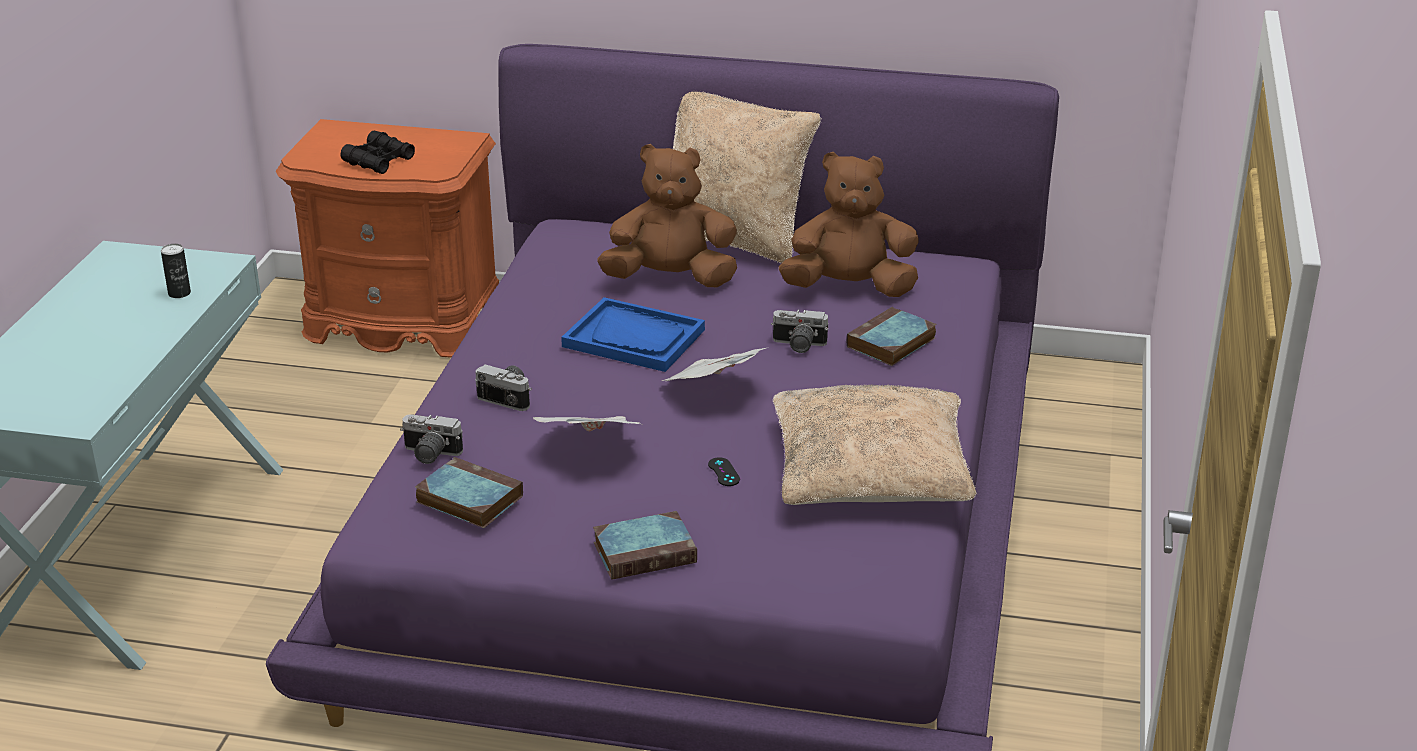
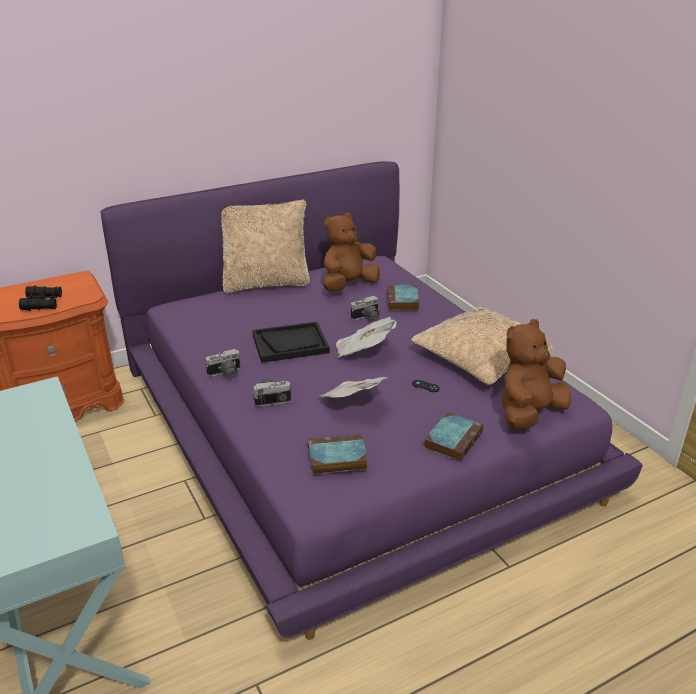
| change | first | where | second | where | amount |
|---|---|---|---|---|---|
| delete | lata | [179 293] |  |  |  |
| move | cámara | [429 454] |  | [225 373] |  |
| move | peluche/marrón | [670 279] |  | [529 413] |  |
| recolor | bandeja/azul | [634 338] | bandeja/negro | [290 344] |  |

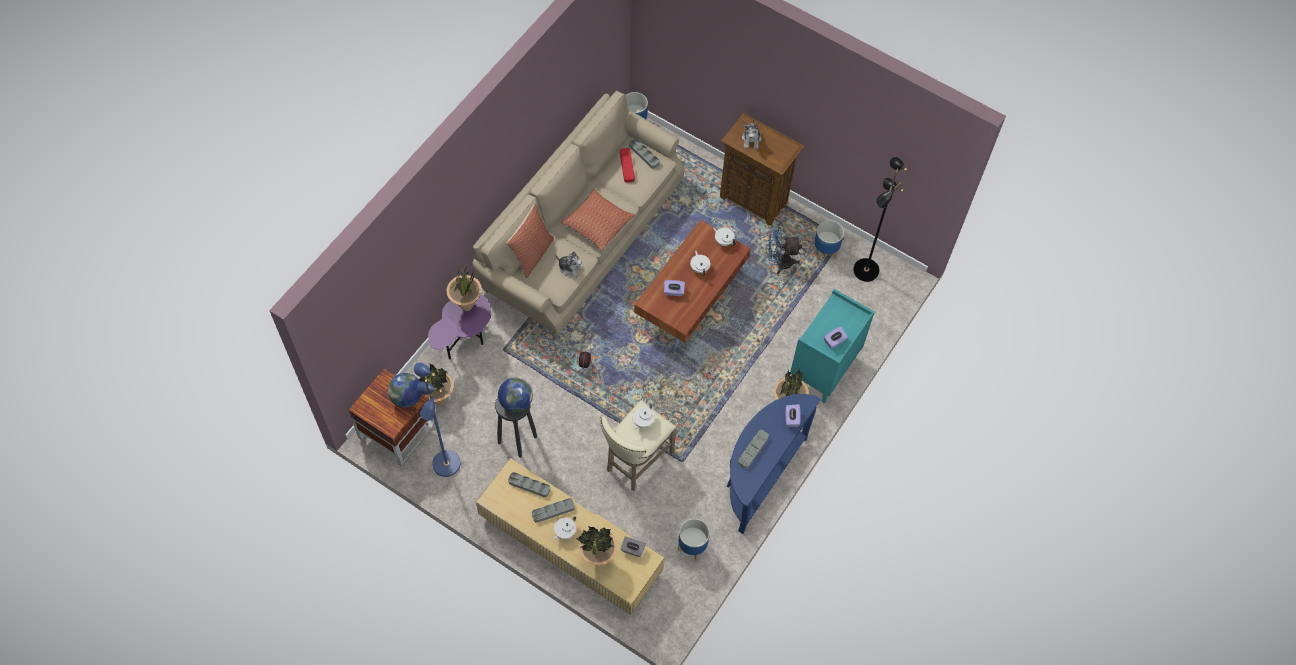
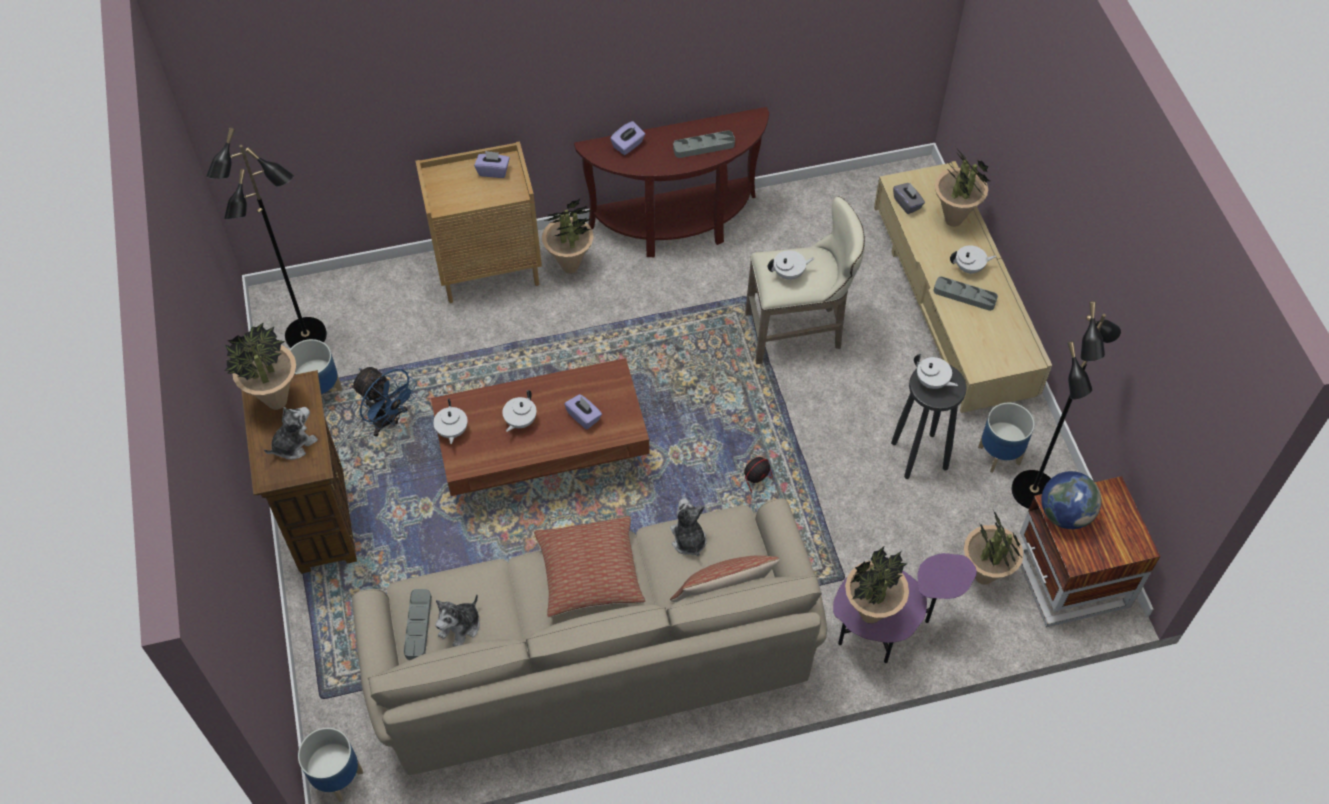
| change | first | where | second | where | amount |
|---|---|---|---|---|---|
| delete | bandeja/gris | [529 485] |  |  |  |
| insert |  |  | planta en maceta | [276 402] |  |
| move | maceta | [692 547] |  | [1000 455] |  |
| replace | globo terráqueo | [516 402] | tetera/blanco | [932 382] |  |
| replace | bandeja/rojo | [627 166] | peluche | [461 627] |  |
| recolor | lámpara de pie/azul | [445 464] | lámpara de pie/negro | [1034 492] |  |
| recolor | mesa consola/azul | [760 476] | mesa consola/marrón | [677 227] |  |
| recolor | armario/turquesa | [823 371] | armario/marrón | [490 272] |  |

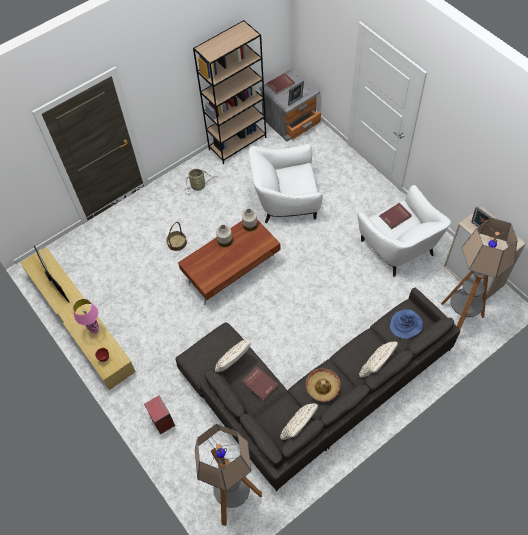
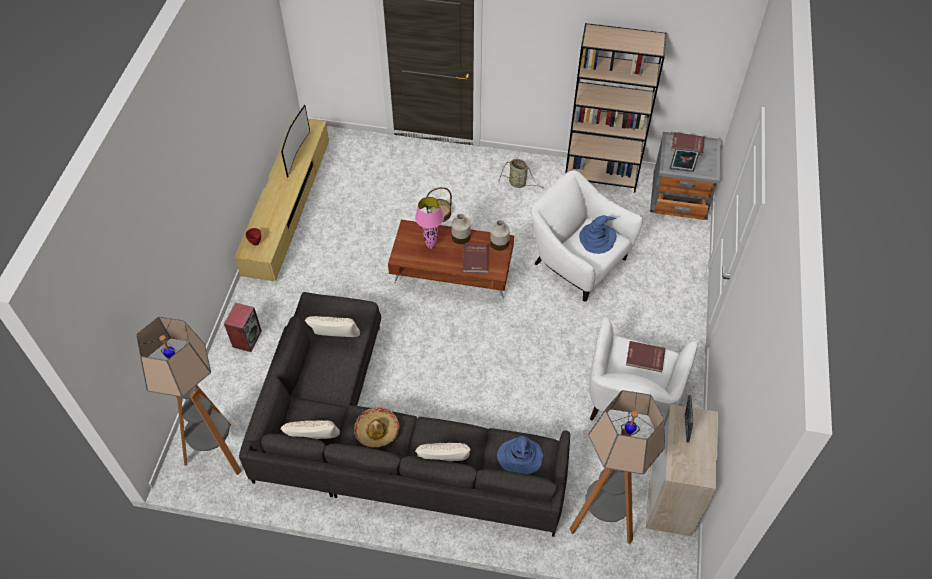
| change | first | where | second | where | amount |
|---|---|---|---|---|---|
| insert |  |  | sombrero/azul | [597 238] |  |
| move | lámpara de mesa/rosa | [95 331] |  | [430 245] |  |
| move | libro/rojo | [260 383] |  | [476 259] |  |

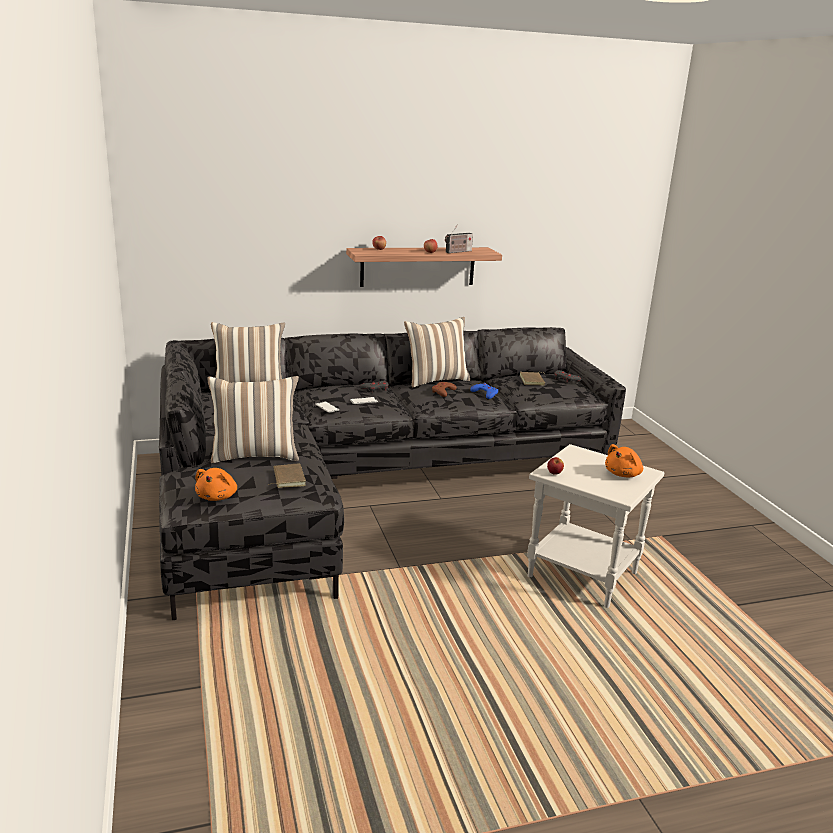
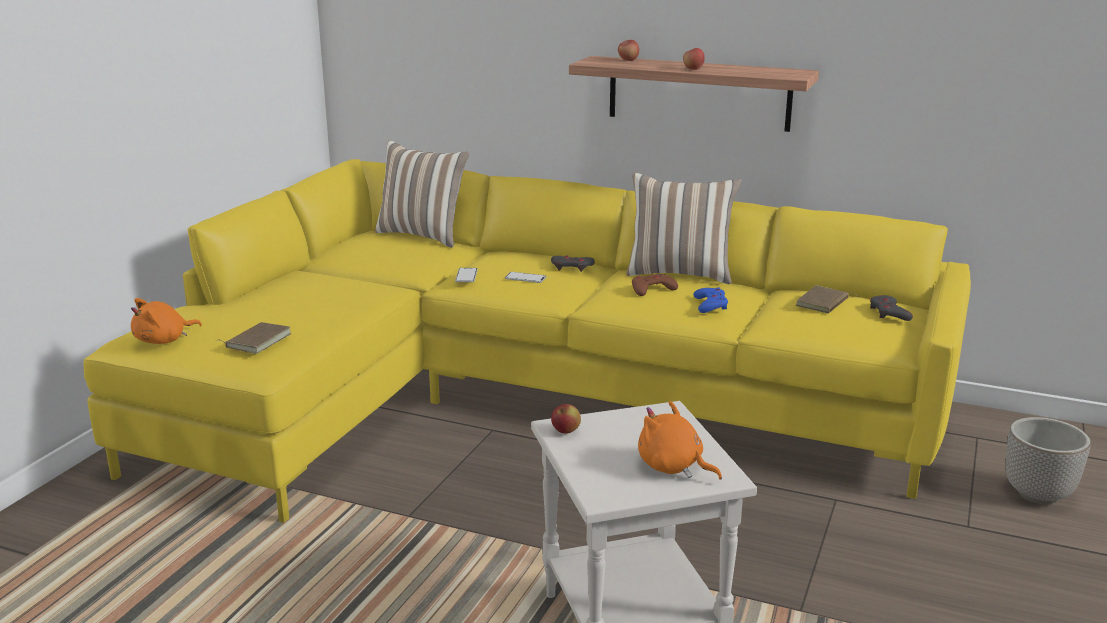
| change | first | where | second | where | amount |
|---|---|---|---|---|---|
| delete | cojín | [255 455] |  |  |  |
| delete | radio | [457 252] |  |  |  |
| insert |  |  | maceta | [1039 495] |  |
| recolor | sofá/gris | [362 484] | sofá/amarillo | [523 402] |  |
| rotate | peluche/naranja | [623 474] |  | [673 467] | 45 degrees clockwise |

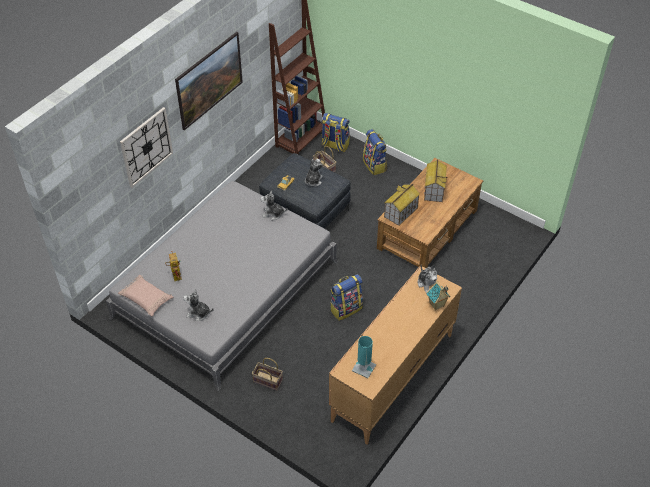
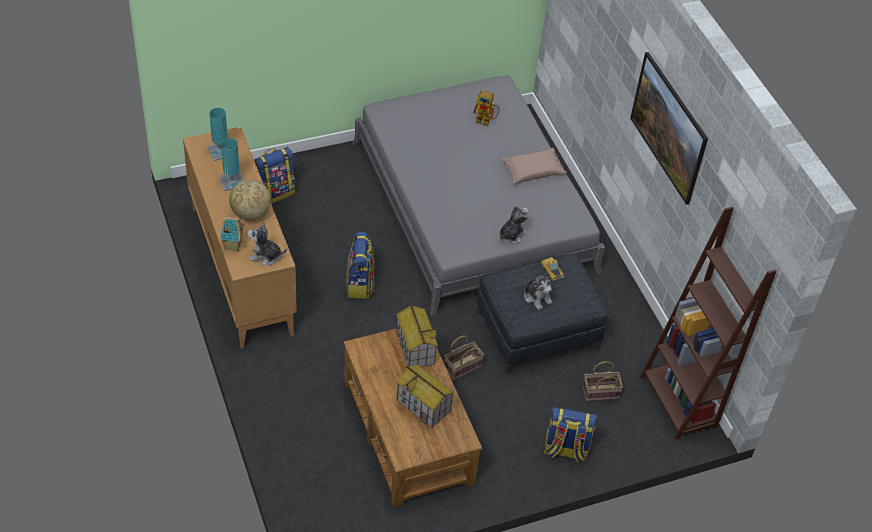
| change | first | where | second | where | amount |
|---|---|---|---|---|---|
| delete | reloj de pared | [146 147] |  |  |  |
| delete | peluche | [198 313] |  |  |  |
| insert |  |  | lámpara de mesa/turquesa | [232 182] |  |
| insert |  |  | globo terráqueo | [250 213] |  |
| move | cojín/beis | [146 297] |  | [533 169] |  |
| move | cesta | [267 381] |  | [463 366] |  |
| move | mochila | [335 145] |  | [274 192] |  |

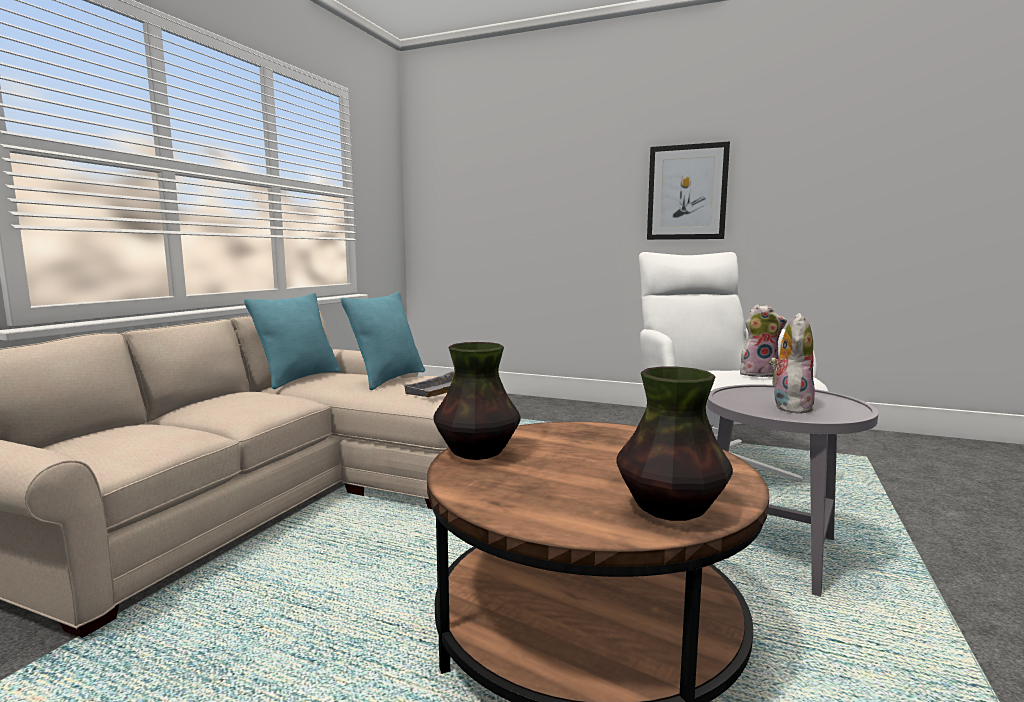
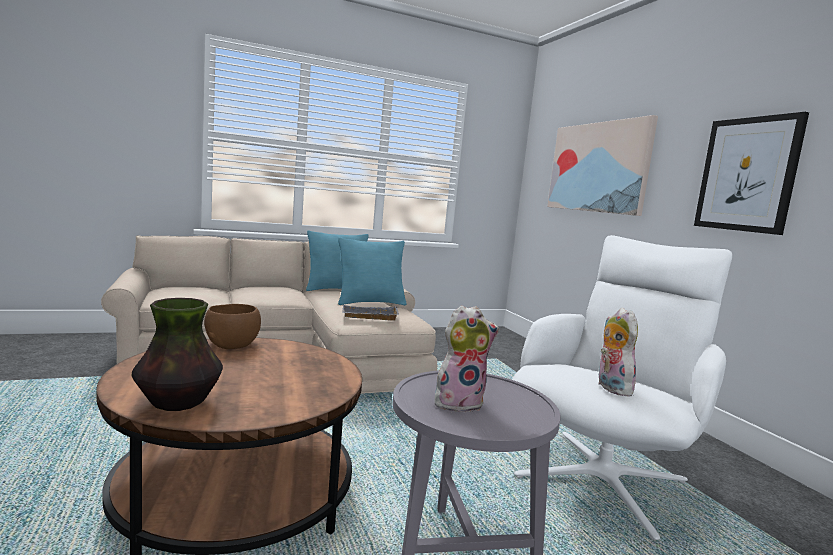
| change | first | where | second | where | amount |
|---|---|---|---|---|---|
| insert |  |  | cuadro | [598 167] |  |
| replace | florero | [476 453] | cuenco/marrón | [231 344] |  |
| rotate | peluche | [758 374] |  | [610 387] | 150 degrees counterclockwise |

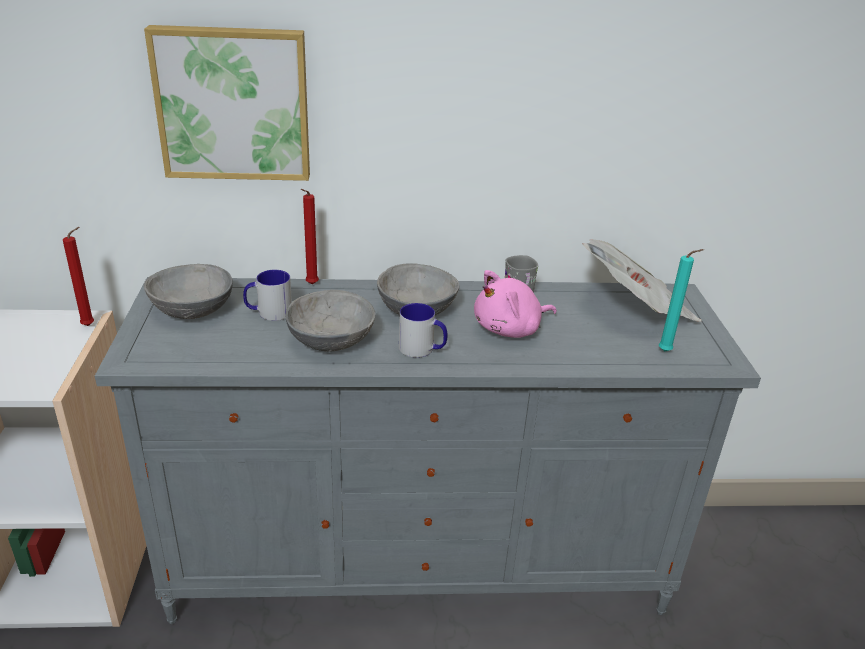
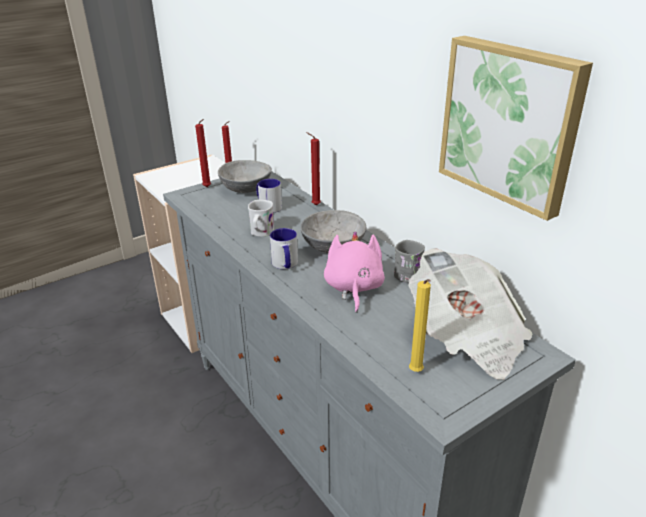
| change | first | where | second | where | amount |
|---|---|---|---|---|---|
| insert |  |  | vela/rojo | [208 187] |  |
| move | cuadro | [233 103] |  | [510 123] |  |
| replace | cuenco/gris | [330 339] | taza grande/blanco | [261 233] |  |
| recolor | vela/turquesa | [667 352] | vela/amarillo | [416 373] |  |
| rotate | peluche/rosa | [510 329] |  | [353 288] | 60 degrees clockwise |

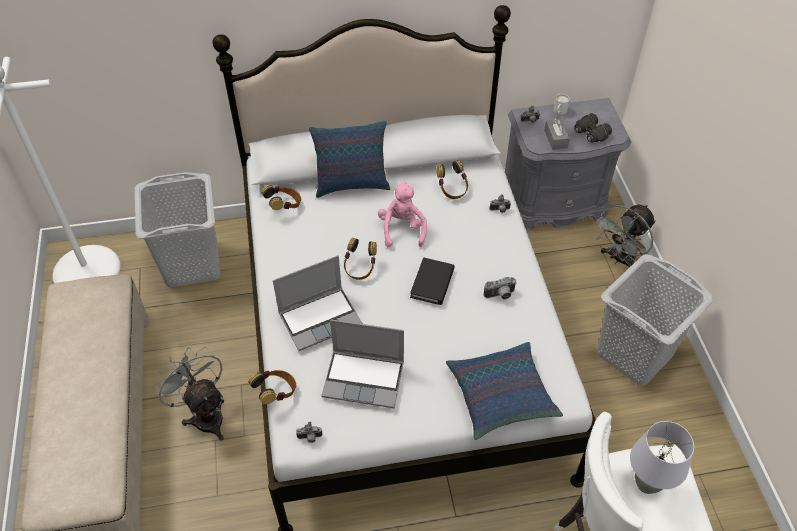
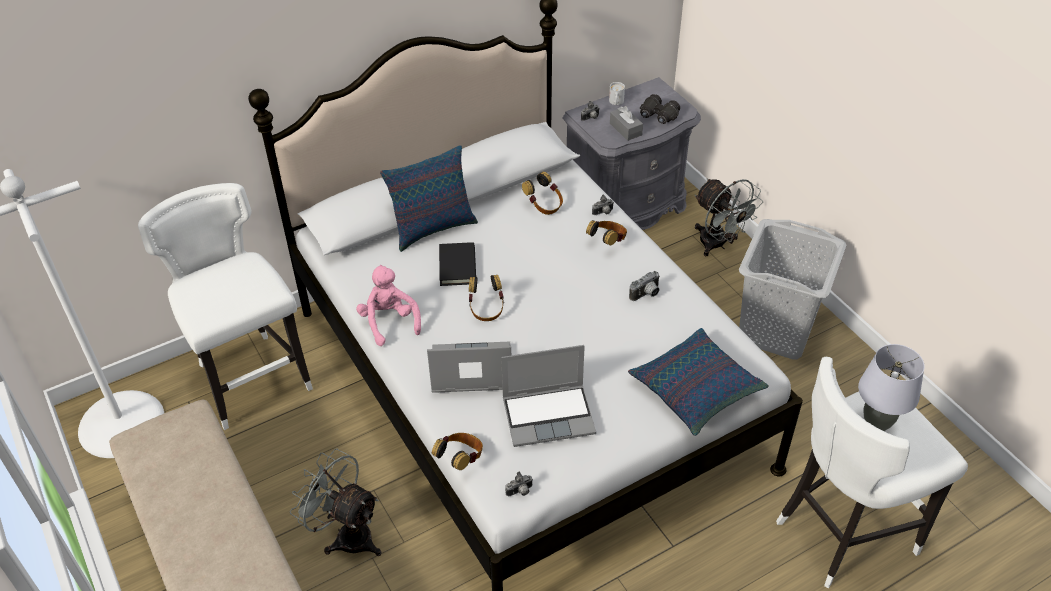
| change | first | where | second | where | amount |
|---|---|---|---|---|---|
| move | auriculares | [284 206] |  | [607 241] |  |
| move | peluche/rosa | [402 229] |  | [389 321] |  |
| move | libro/negro | [432 283] |  | [457 266] |  |
| replace | cesto de la ropa/gris | [192 264] | taburete/blanco | [251 379] |  |
| rotate | portátil | [320 318] |  | [470 370] | 135 degrees counterclockwise |
| rotate | ventilador/gris | [619 259] |  | [718 244] | 60 degrees counterclockwise |

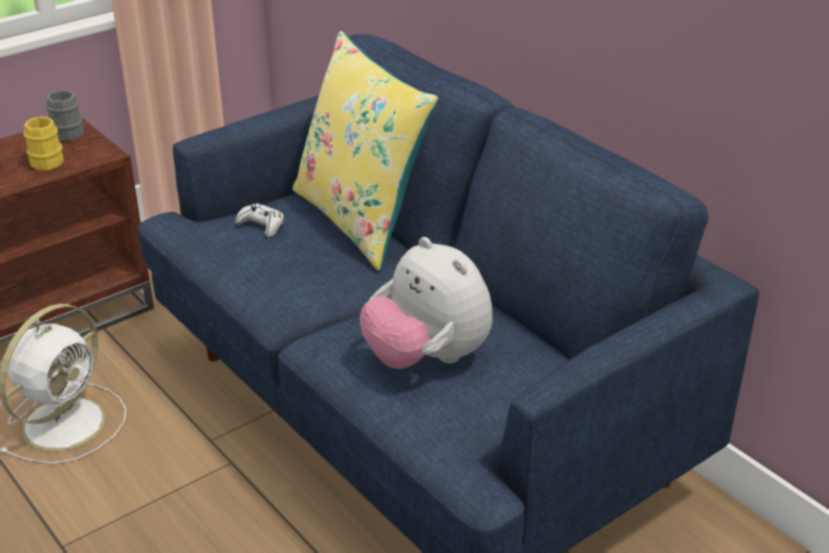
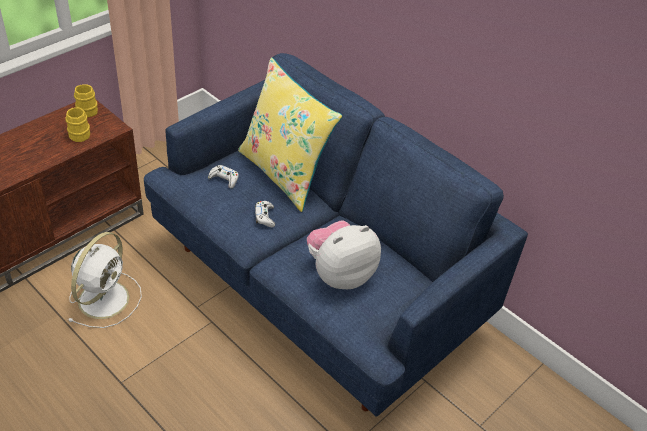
| change | first | where | second | where | amount |
|---|---|---|---|---|---|
| insert |  |  | mando de consola/blanco | [264 217] |  |
| recolor | taza grande/gris | [65 132] | taza grande/amarillo | [85 110] |  |
| rotate | peluche | [426 358] |  | [339 274] | 105 degrees clockwise |

